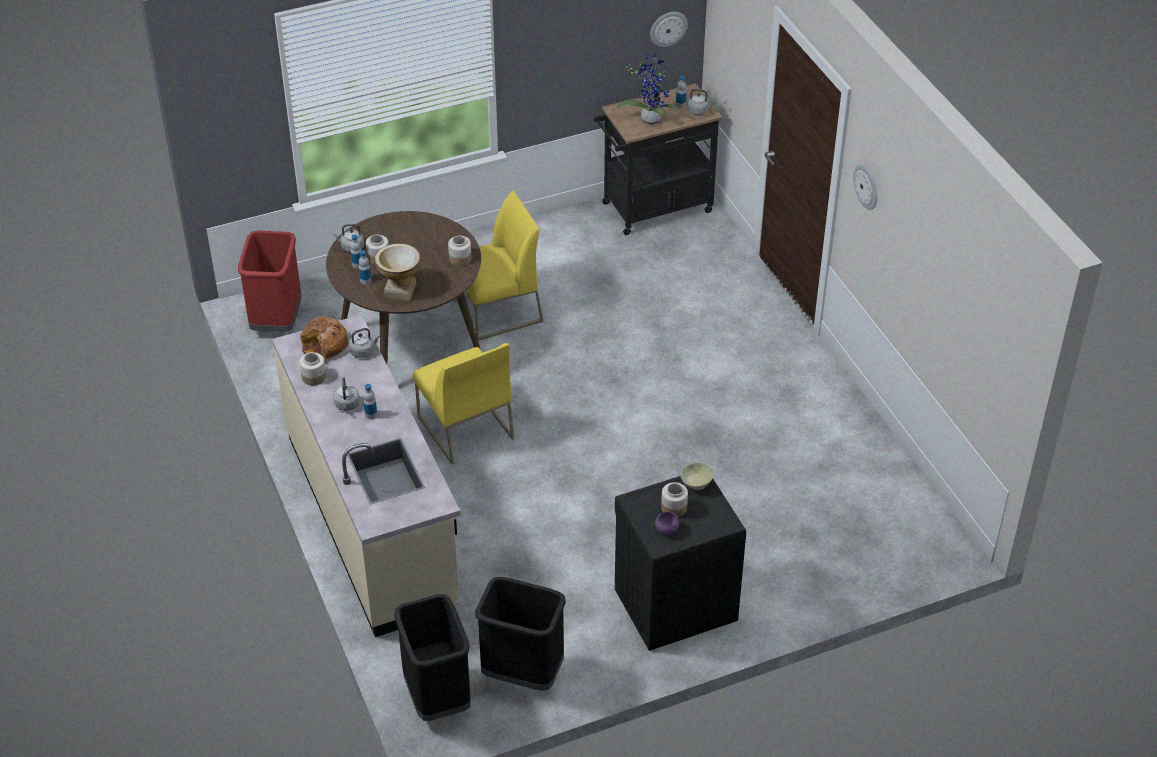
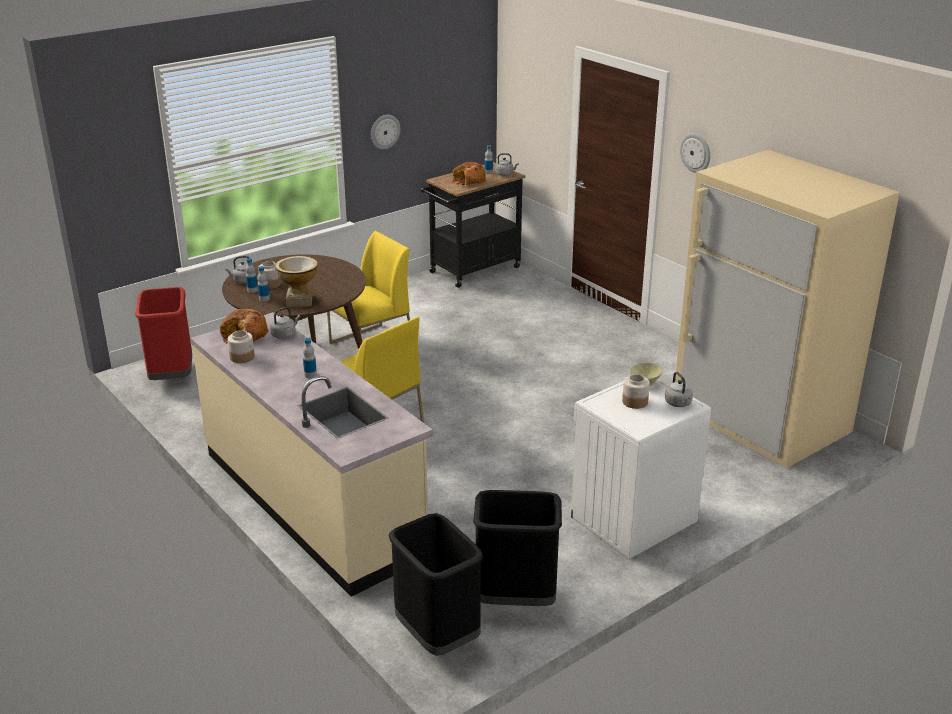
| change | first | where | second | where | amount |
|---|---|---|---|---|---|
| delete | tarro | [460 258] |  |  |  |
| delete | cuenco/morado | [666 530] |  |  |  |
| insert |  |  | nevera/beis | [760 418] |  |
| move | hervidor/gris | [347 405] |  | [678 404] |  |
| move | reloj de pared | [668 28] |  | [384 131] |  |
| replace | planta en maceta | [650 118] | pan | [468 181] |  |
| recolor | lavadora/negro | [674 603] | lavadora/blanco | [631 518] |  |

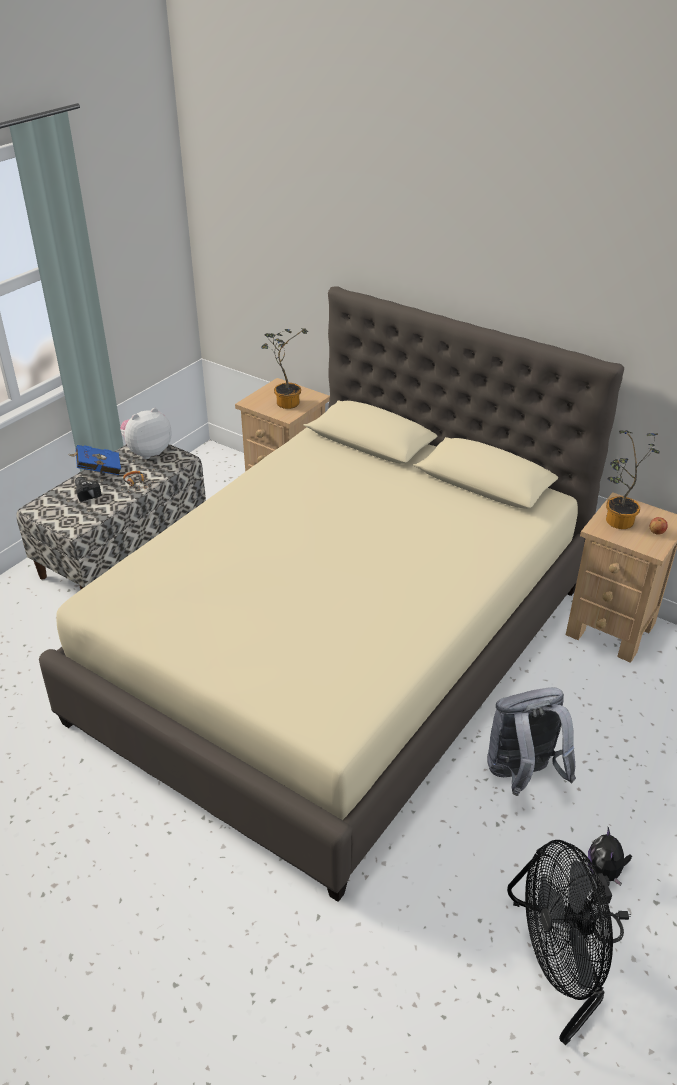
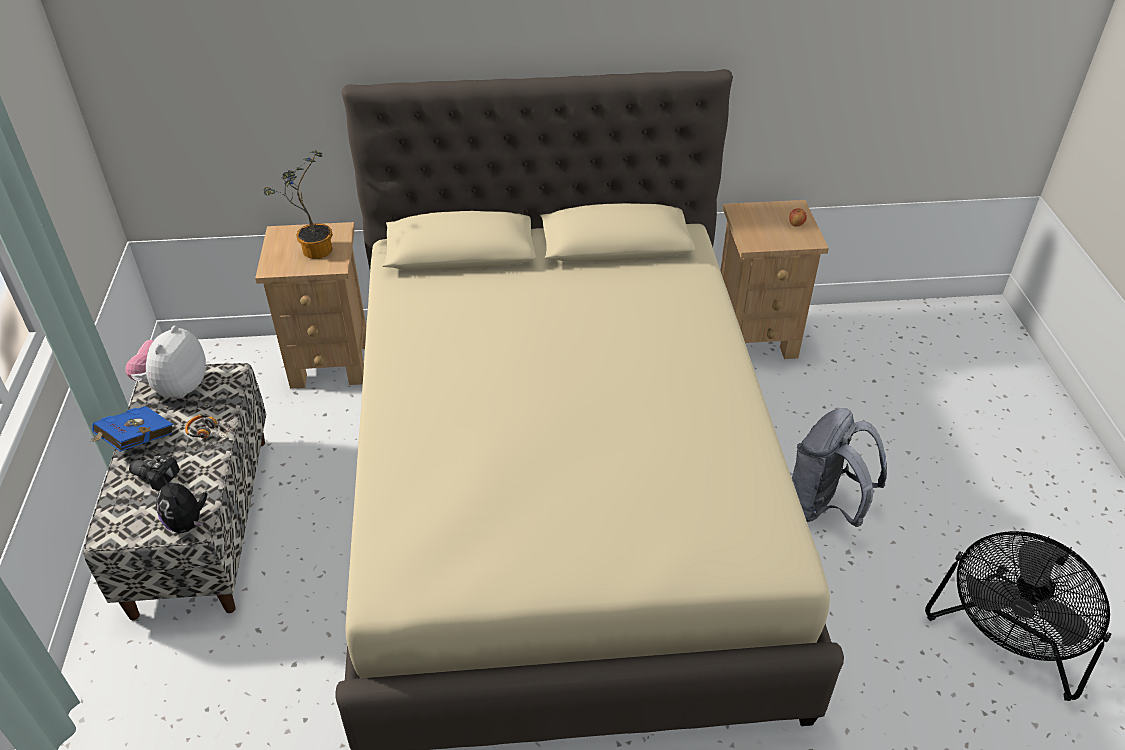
| change | first | where | second | where | amount |
|---|---|---|---|---|---|
| delete | planta en maceta | [616 523] |  |  |  |
| move | peluche | [604 871] |  | [187 523] |  |

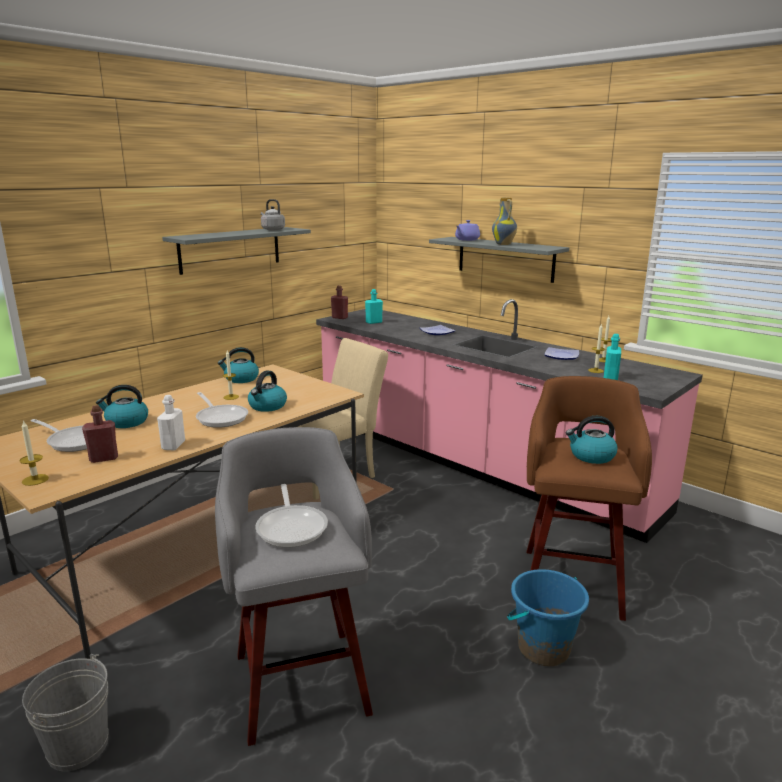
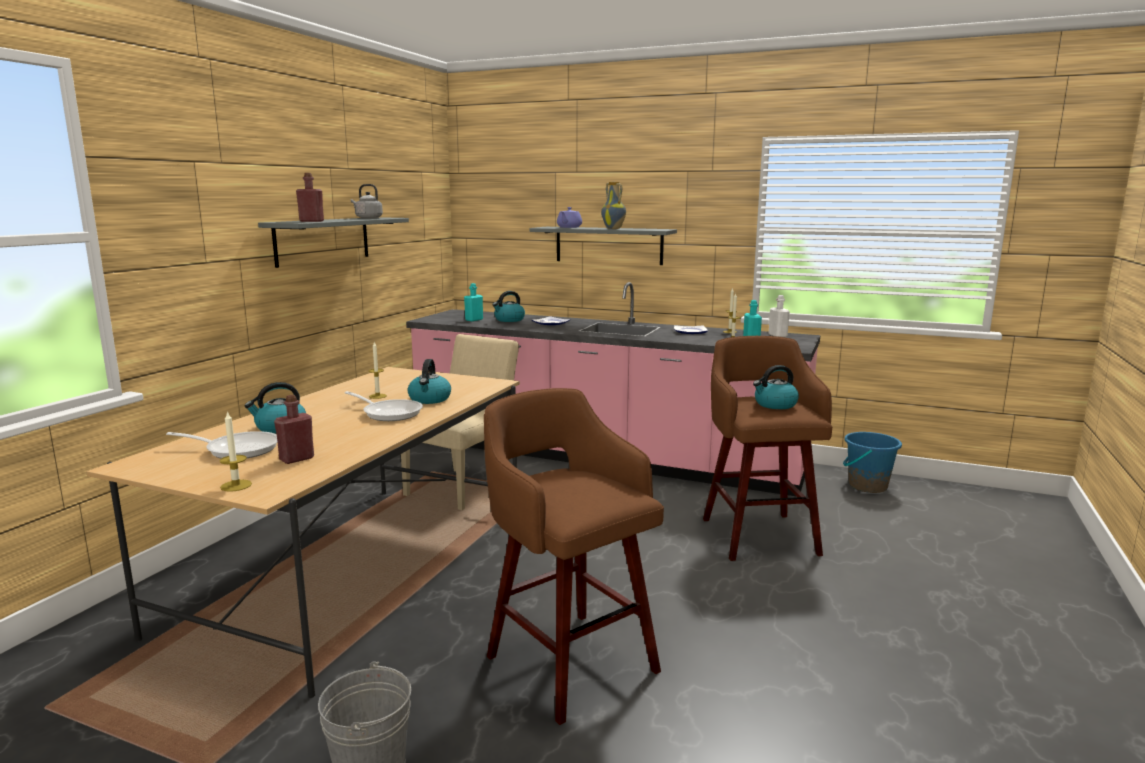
| change | first | where | second | where | amount |
|---|---|---|---|---|---|
| delete | sartén | [292 527] |  |  |  |
| move | botella/blanco | [173 445] |  | [777 335] |  |
| move | hervidor | [241 379] |  | [509 320] |  |
| move | botella/rojo | [339 317] |  | [311 221] |  |
| move | cubo/azul | [543 648] |  | [867 486] |  |
| recolor | taburete/gris | [301 679] | taburete/marrón | [569 660] |  |

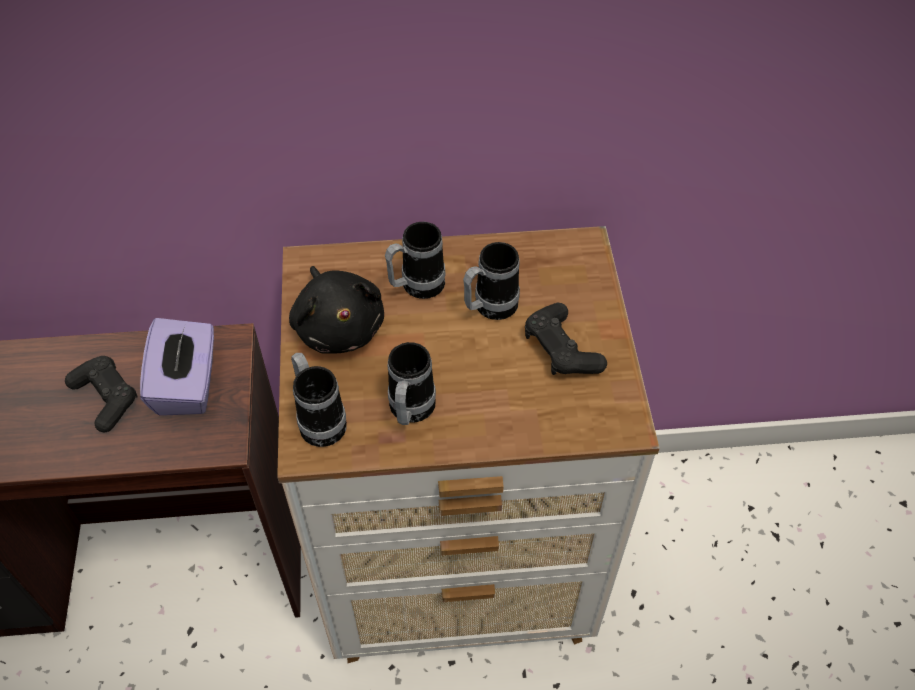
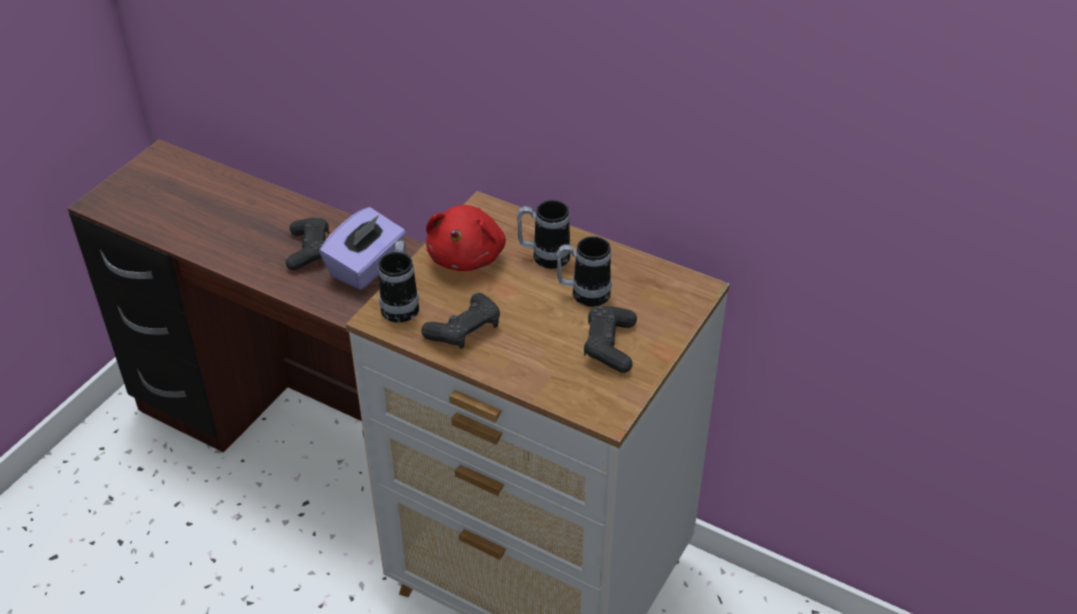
| change | first | where | second | where | amount |
|---|---|---|---|---|---|
| replace | taza grande | [410 412] | mando de consola/negro | [464 330] |  |
| recolor | peluche/negro | [339 326] | peluche/rojo | [467 256] |  |

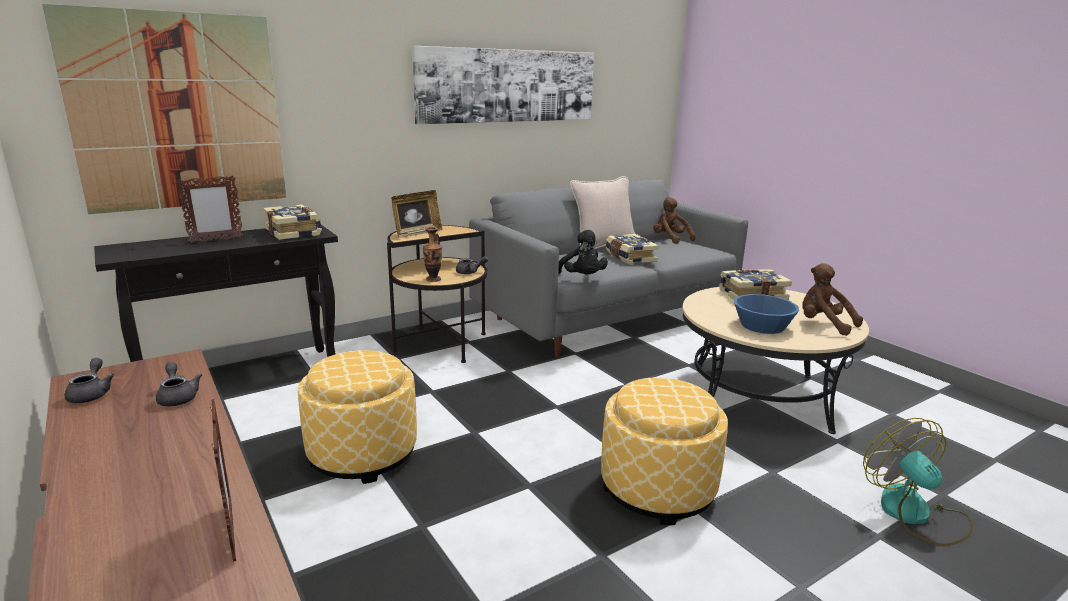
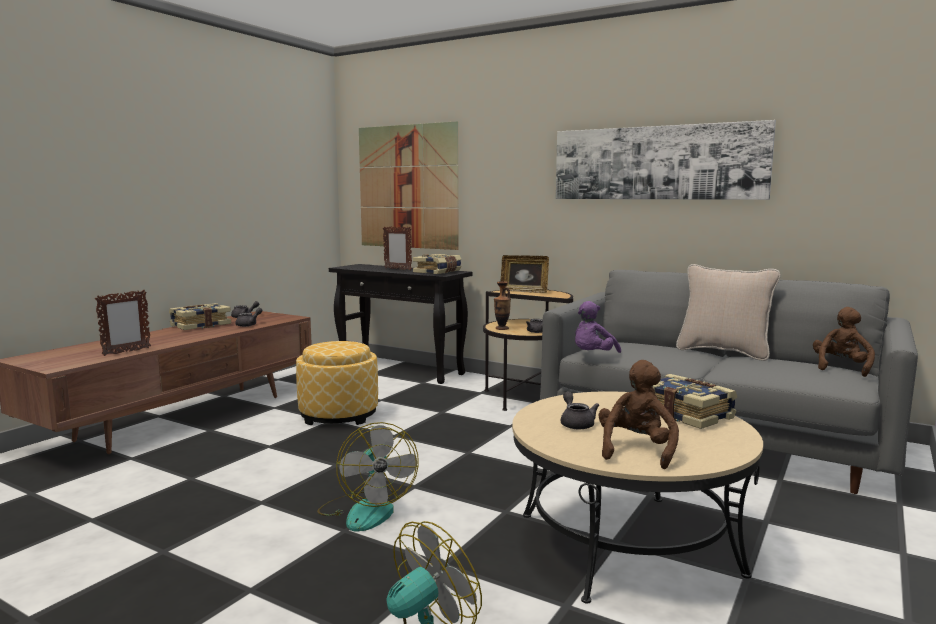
| change | first | where | second | where | amount |
|---|---|---|---|---|---|
| move | libro | [629 257] |  | [200 325] |  |
| replace | puf | [657 488] | ventilador | [366 510] |  |
| replace | cuenco/azul | [762 326] | tetera/gris | [576 423] |  |
| recolor | peluche/negro | [582 278] | peluche/morado | [592 356] |  |

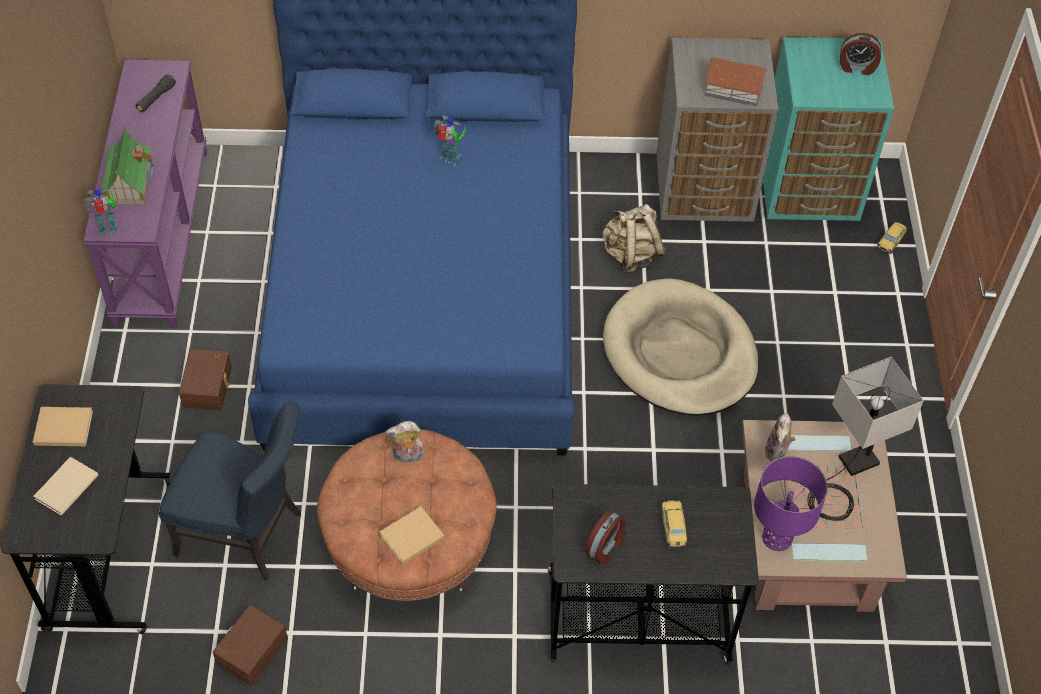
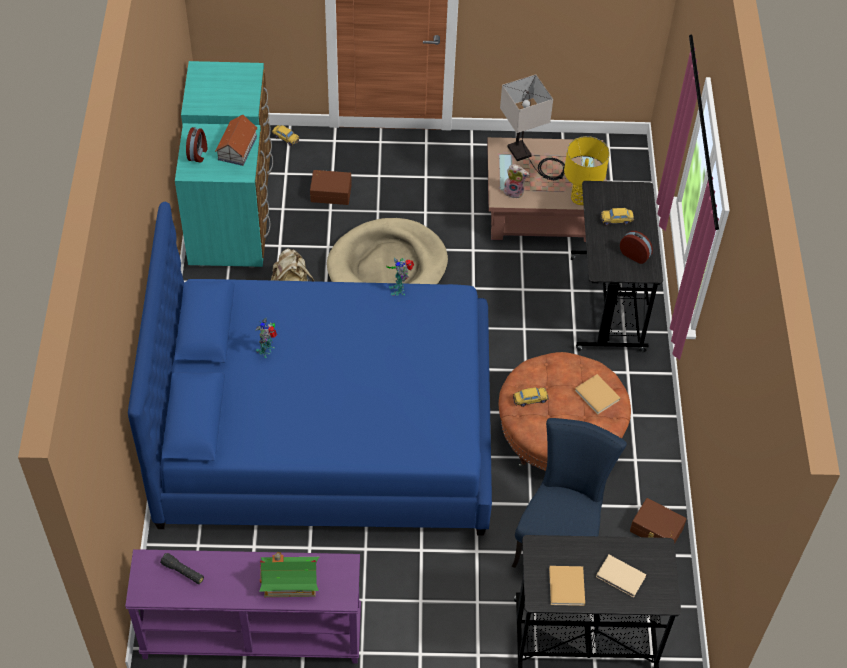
| change | first | where | second | where | amount |
|---|---|---|---|---|---|
| move | robot de juguete | [109 230] |  | [399 289] |  |
| move | caja de almacenaje/marrón | [209 386] |  | [331 192] |  |
| move | despertador | [857 67] |  | [198 154] |  |
| replace | peluche | [407 456] | coche de juguete | [530 399] |  |
| recolor | cómoda/gris | [703 193] | cómoda/turquesa | [230 242] |  |
| recolor | lámpara de mesa/morado | [777 538] | lámpara de mesa/amarillo | [581 198] |  |

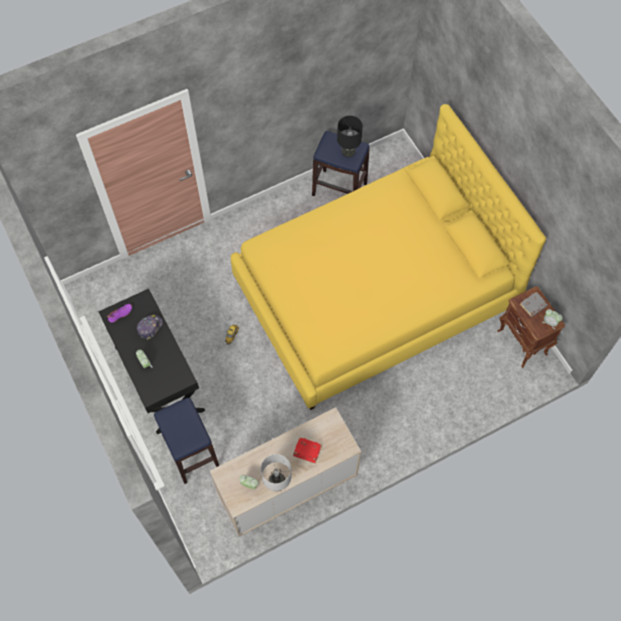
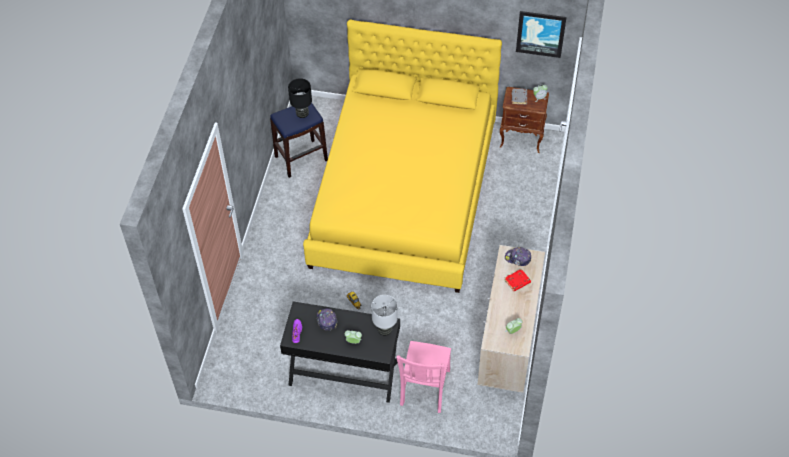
| change | first | where | second | where | amount |
|---|---|---|---|---|---|
| insert |  |  | gorra | [518 258] |  |
| insert |  |  | cuadro | [540 33] |  |
| move | lámpara de mesa/gris | [277 483] |  | [384 329] |  |
| replace | taburete | [191 452] | silla/rosa | [424 389] |  |

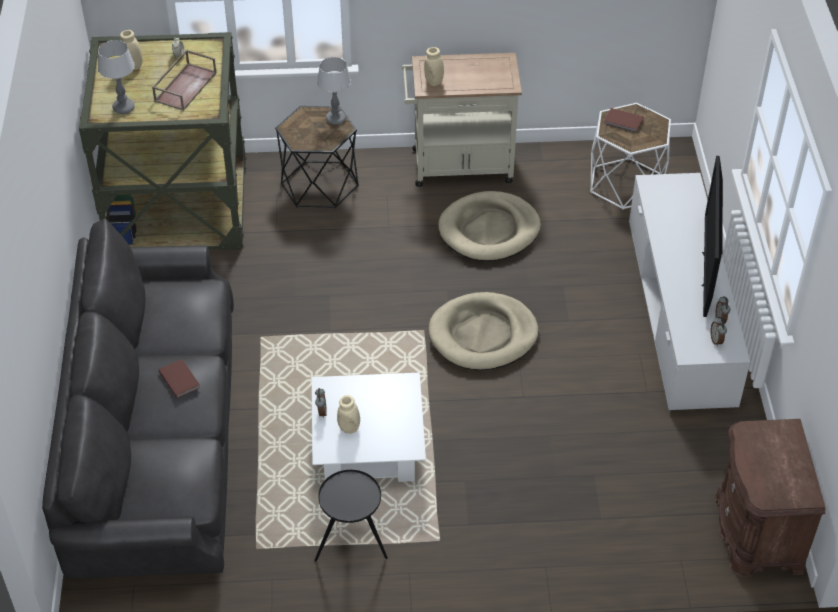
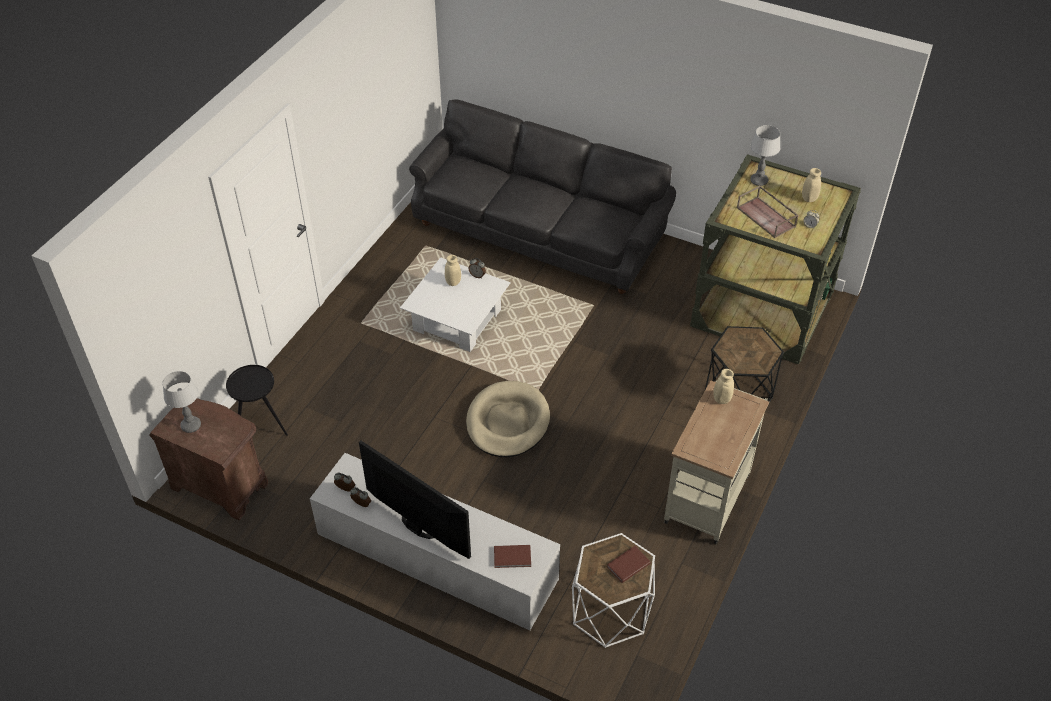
| change | first | where | second | where | amount |
|---|---|---|---|---|---|
| delete | cama para perro/beis | [489 230] |  |  |  |
| move | libro/marrón | [180 379] |  | [513 558] |  |
| move | mesa auxiliar/negro | [352 547] |  | [261 426] |  |
| move | lámpara de mesa | [336 119] |  | [191 426] |  |

